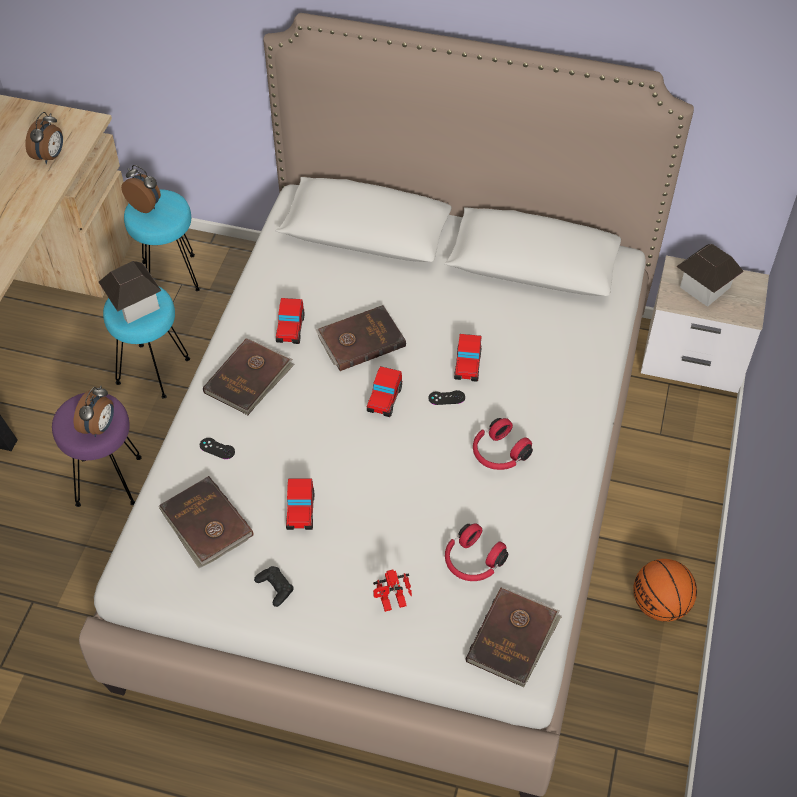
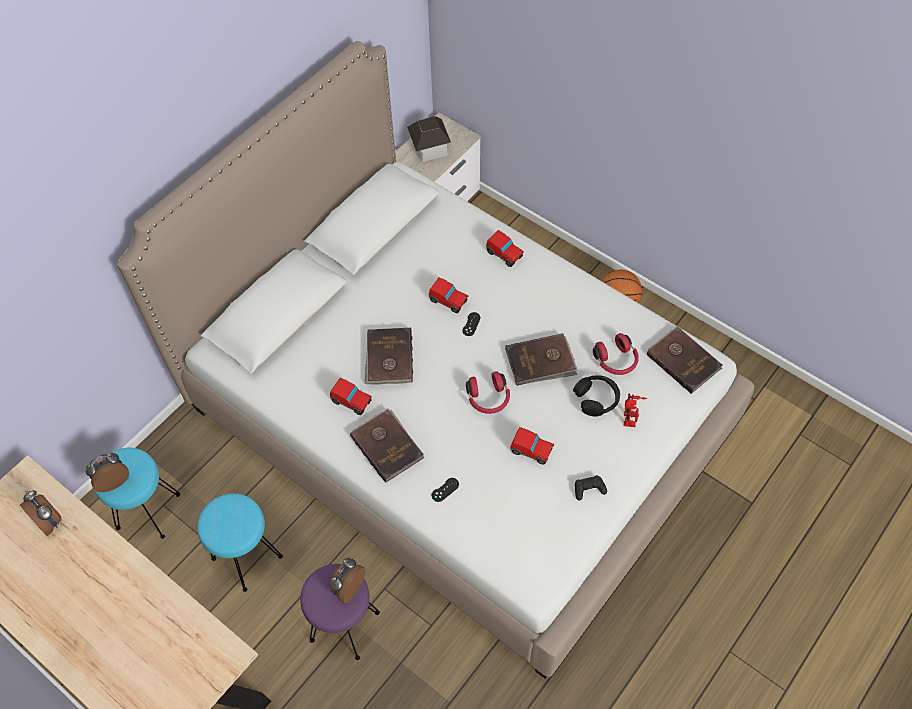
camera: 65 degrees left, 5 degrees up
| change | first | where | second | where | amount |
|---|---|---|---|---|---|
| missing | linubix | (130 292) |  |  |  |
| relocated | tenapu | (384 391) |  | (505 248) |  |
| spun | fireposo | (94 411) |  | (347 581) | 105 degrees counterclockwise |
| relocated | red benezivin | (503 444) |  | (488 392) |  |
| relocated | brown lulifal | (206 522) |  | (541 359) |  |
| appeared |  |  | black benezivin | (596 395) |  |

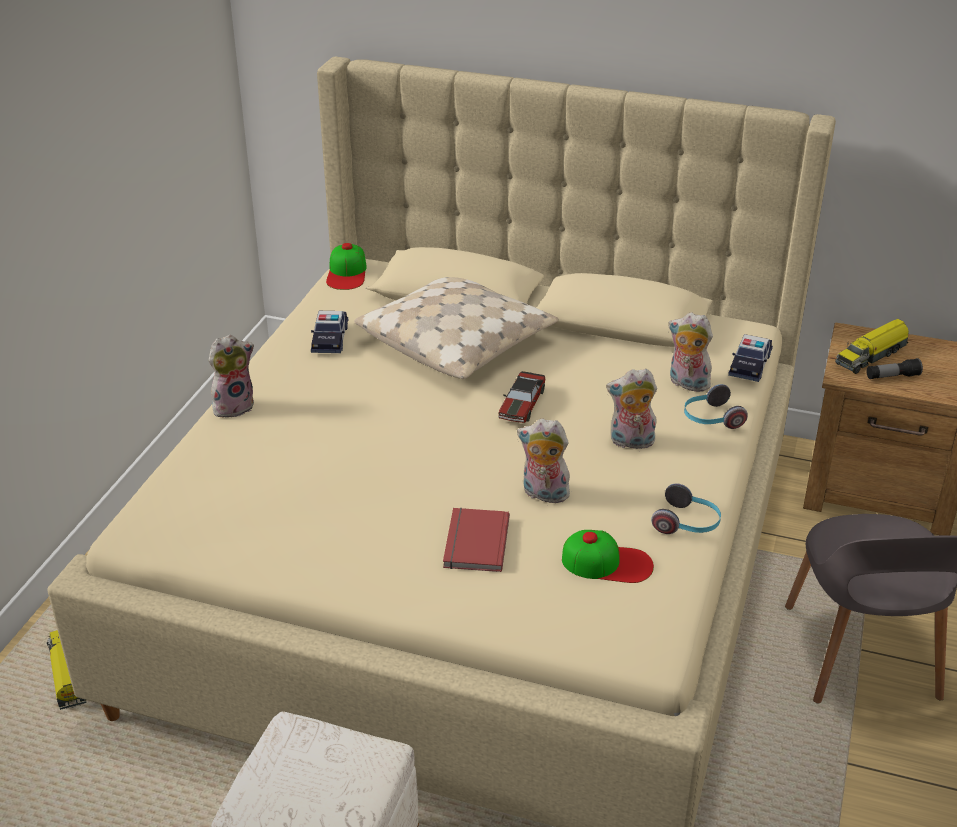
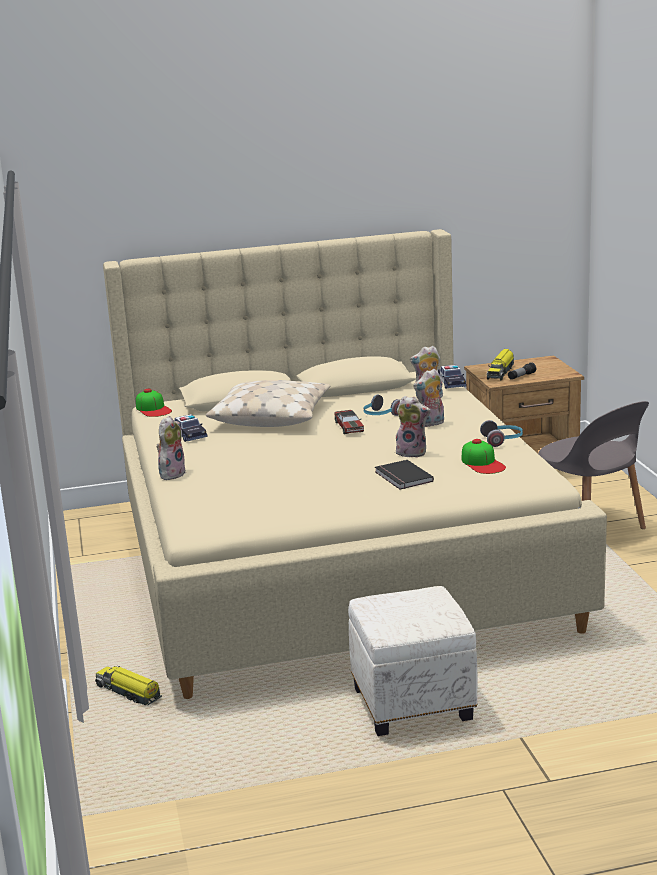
camera: 30 degrees left, 15 degrees down
| change | first | where | second | where | amount |
|---|---|---|---|---|---|
| relocated | benezivin | (716 406) |  | (381 405) |  |
| spun | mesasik | (544 461) |  | (413 427) | 150 degrees counterclockwise |
| colour | red lulifal | (476 540) | black lulifal | (404 474) |  |
| spun | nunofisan | (608 556) |  | (484 456) | 90 degrees clockwise |

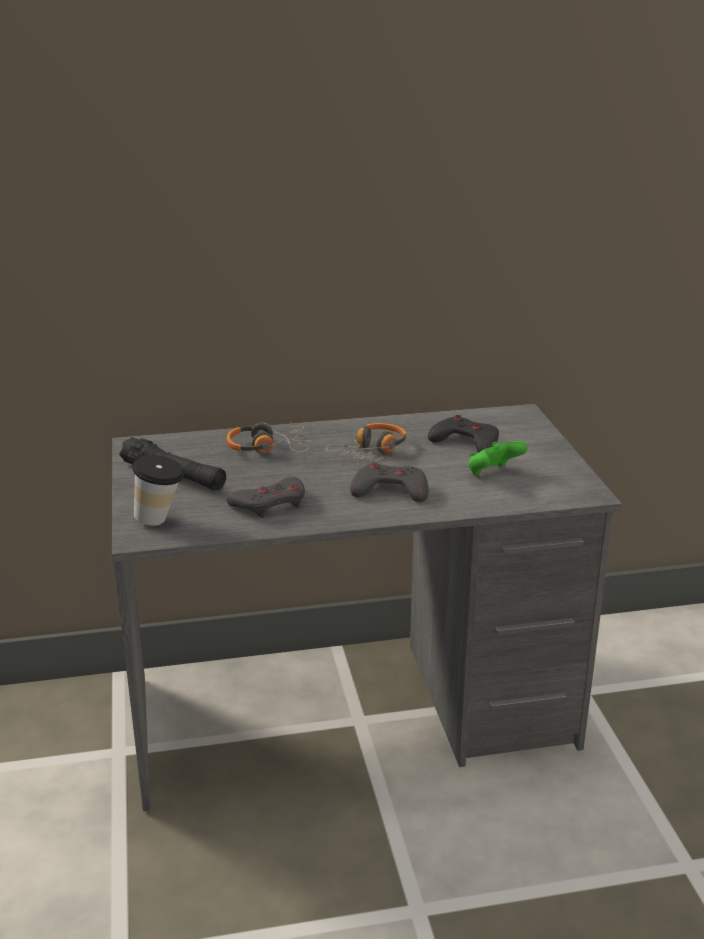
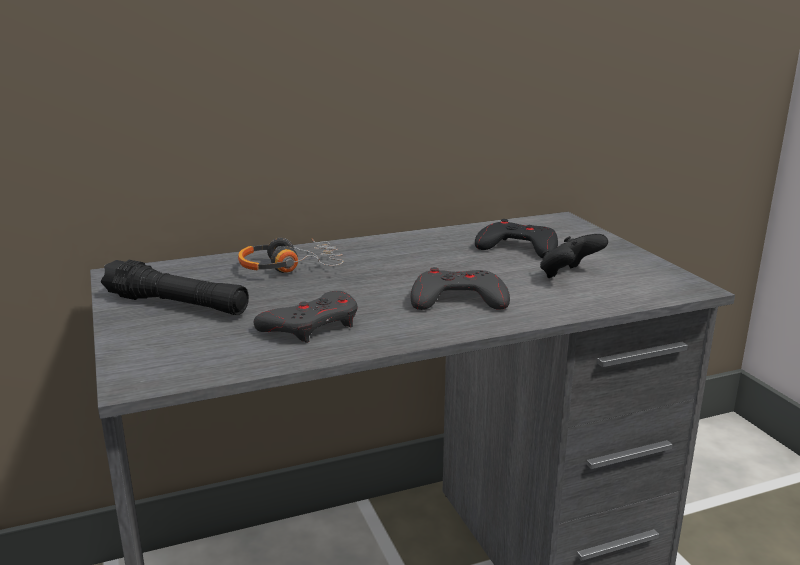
camera: 10 degrees left, 5 degrees down
| change | first | where | second | where | amount |
|---|---|---|---|---|---|
| missing | benezivin | (366 442) |  |  |  |
| colour | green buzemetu | (498 458) | black buzemetu | (574 256) |  |
| missing | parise | (158 490) |  |  |  |

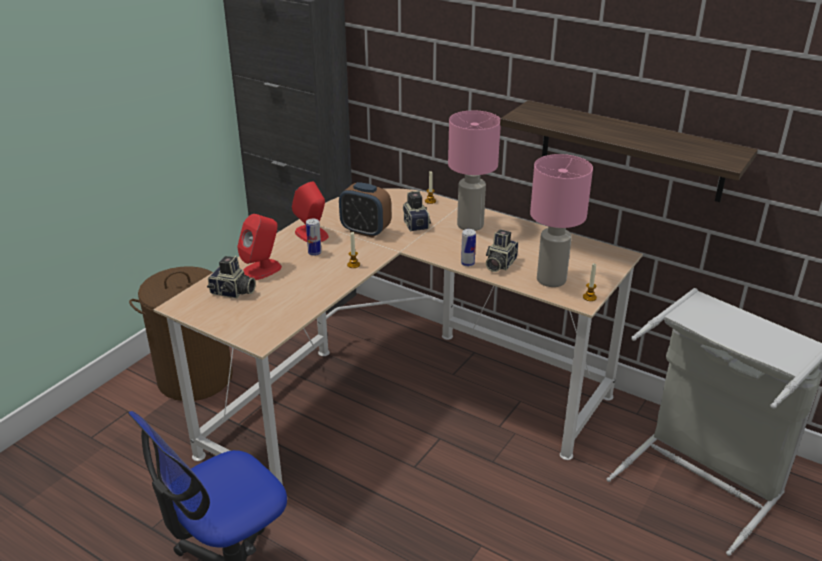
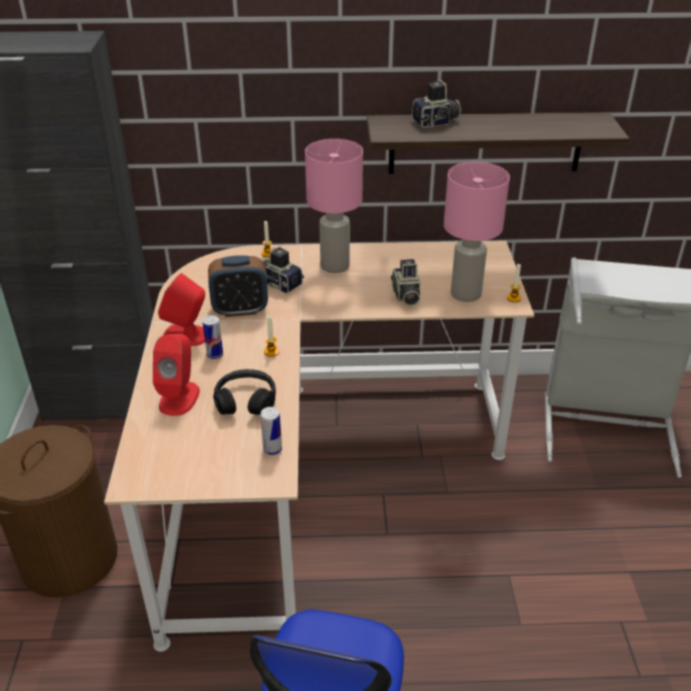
camera: 35 degrees left, 5 degrees up
| change | first | where | second | where | amount |
|---|---|---|---|---|---|
| relocated | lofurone | (468 248) |  | (271 431) |  |
| relocated | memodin | (231 277) |  | (436 104) |  |
| appeared |  |  | black benezivin | (244 392) |  |

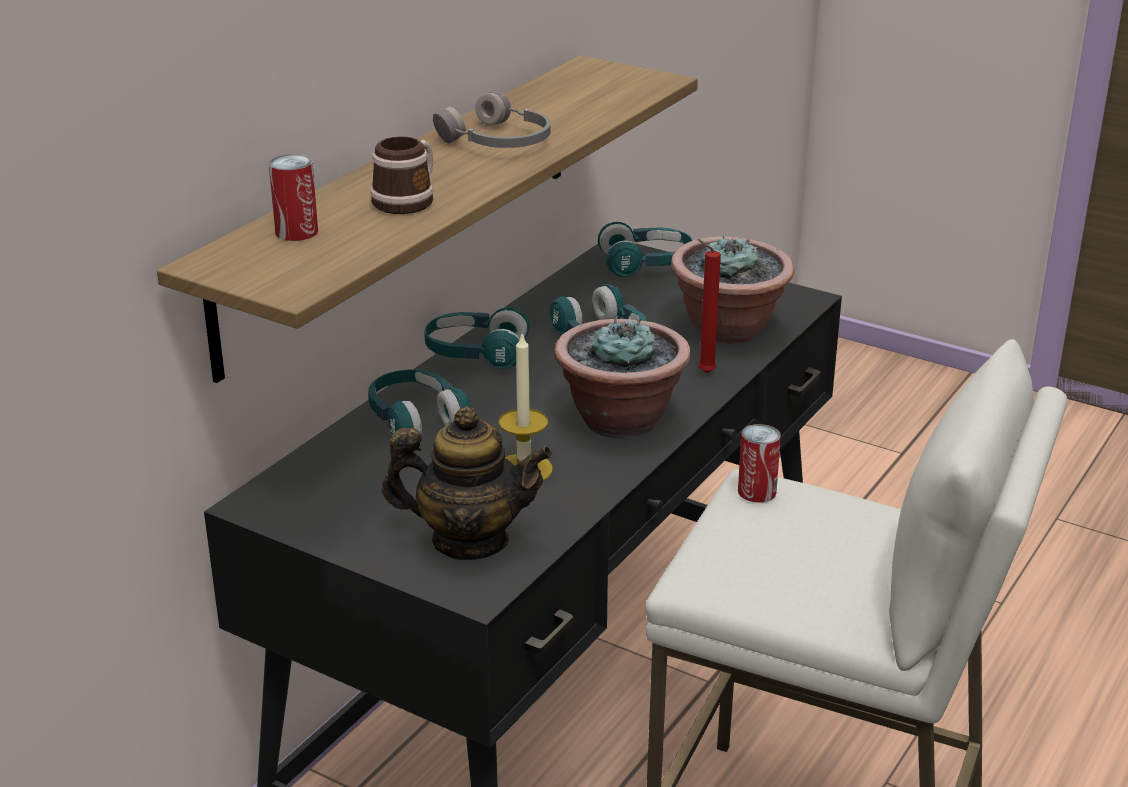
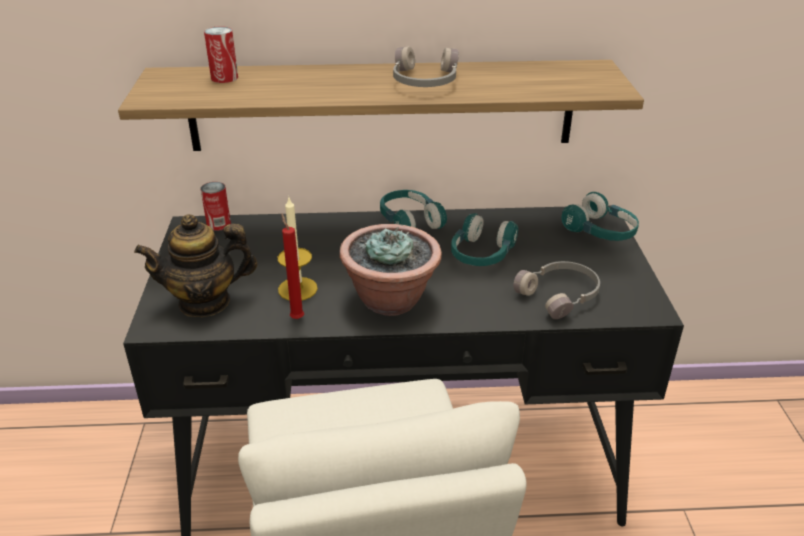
camera: 55 degrees right, 5 degrees up
| change | first | where | second | where | amount |
|---|---|---|---|---|---|
| missing | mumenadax | (402 175) |  |  |  |
| exchanged | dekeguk | (732 290) | grey benezivin | (557 290) |  |
| relocated | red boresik | (709 306) |  | (292 266) |  |
| missing | turquoise benezivin | (419 401) |  |  |  |
| spun | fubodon | (467 483) |  | (195 265) | 105 degrees clockwise |
| relocated | lofurone | (759 463) |  | (215 206) |  |

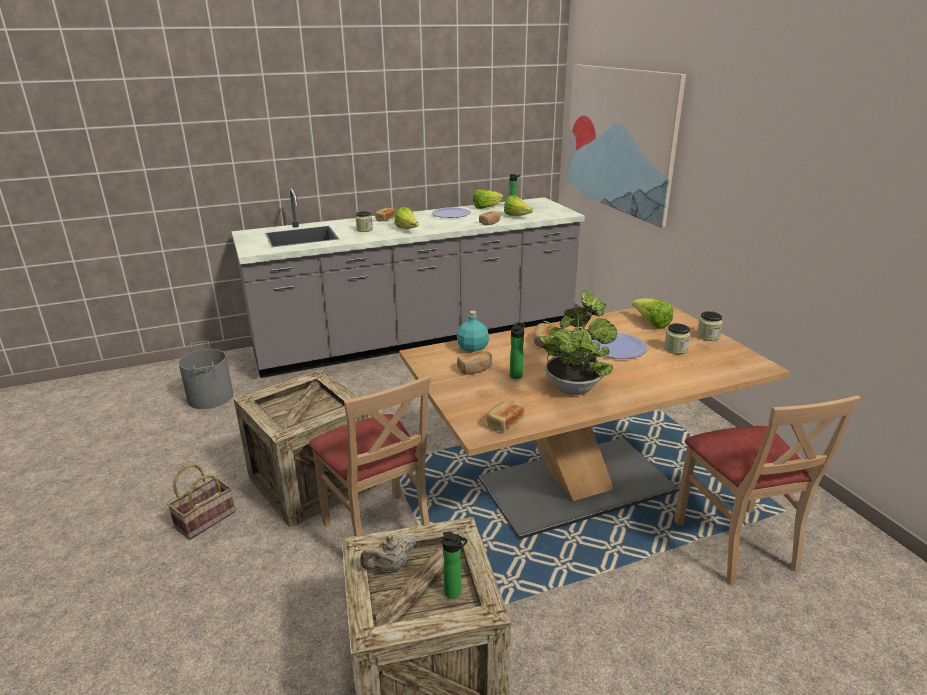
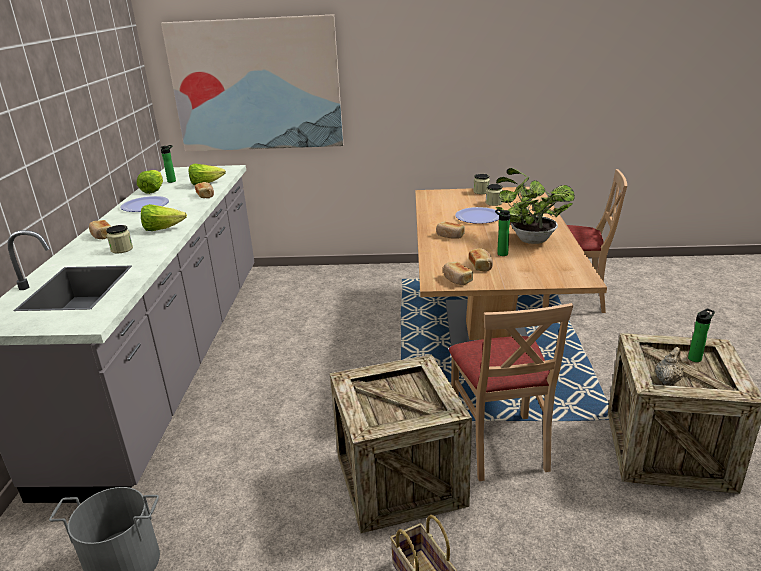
camera: 65 degrees left, 0 degrees up
| change | first | where | second | where | amount |
|---|---|---|---|---|---|
| missing | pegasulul | (652 313) |  |  |  |
| missing | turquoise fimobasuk | (473 332) |  |  |  |
| spun | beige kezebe | (370 455) |  | (511 392) | 90 degrees clockwise |
| relocated | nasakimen | (505 415) |  | (458 273) |  |
| spun | beige fubodon | (388 553) |  | (669 366) | 135 degrees counterclockwise |

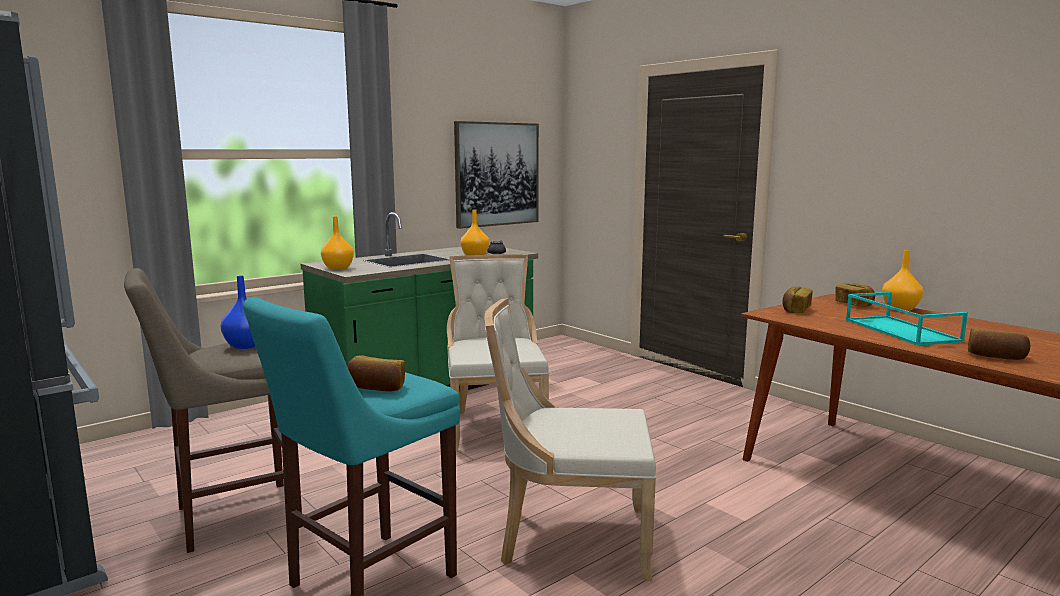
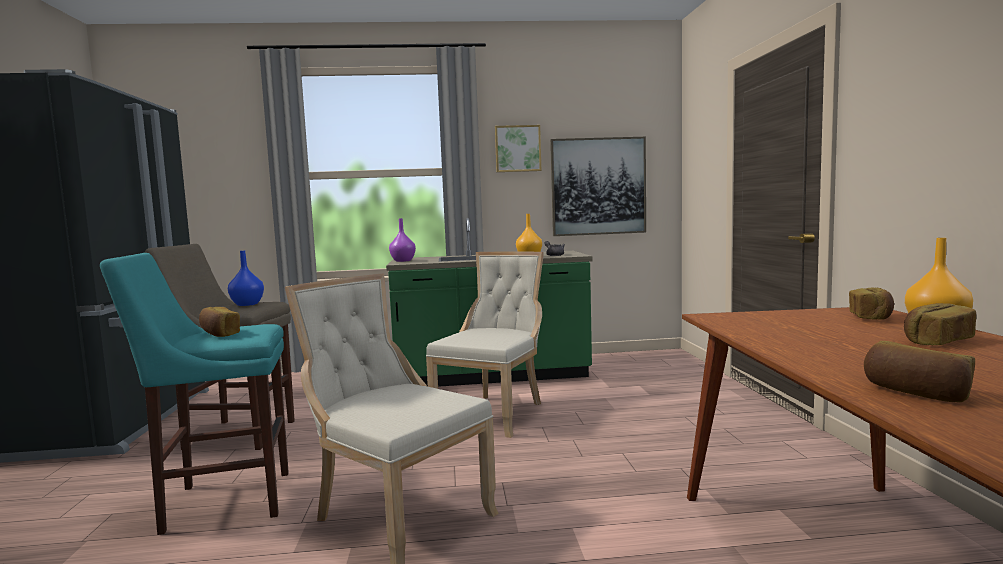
camera: 35 degrees right, 5 degrees down
| change | first | where | second | where | amount |
|---|---|---|---|---|---|
| colour | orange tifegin | (337 243) | purple tifegin | (402 240) |  |
| relocated | nasakimen | (797 300) |  | (940 324) |  |
| missing | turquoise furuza | (907 319) |  |  |  |
| appeared |  |  | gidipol | (518 148) |  |

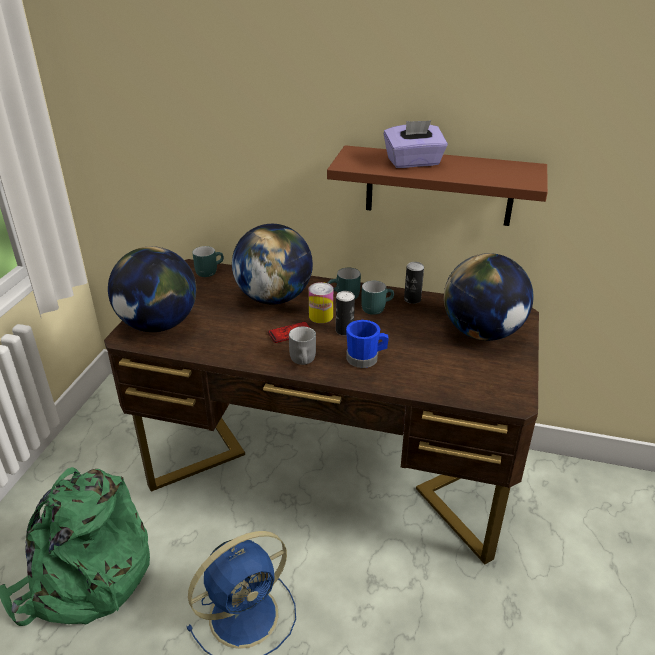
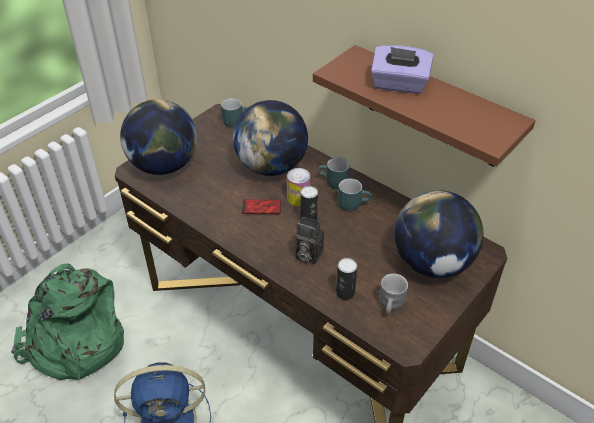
camera: 25 degrees right, 10 degrees up
| change | first | where | second | where | amount |
|---|---|---|---|---|---|
| relocated | lofurone | (414 283) |  | (346 279) |  |
| exchanged | blue mumenadax | (367 344) | memodin | (309 240) |  |
| relocated | grey mumenadax | (302 346) |  | (393 293) |  |

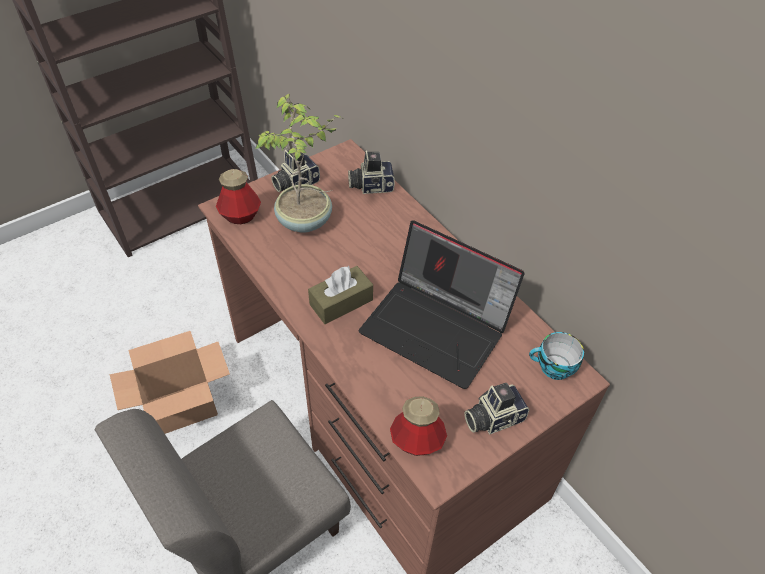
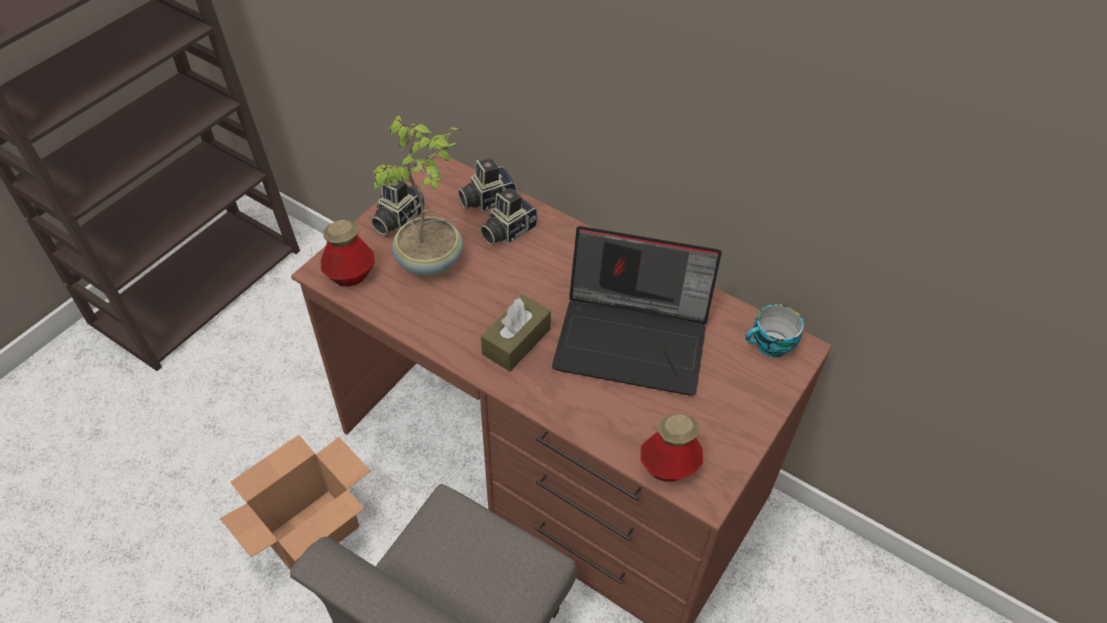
camera: 20 degrees left, 0 degrees up
| change | first | where | second | where | amount |
|---|---|---|---|---|---|
| relocated | memodin | (497 409) |  | (509 216) |  |

